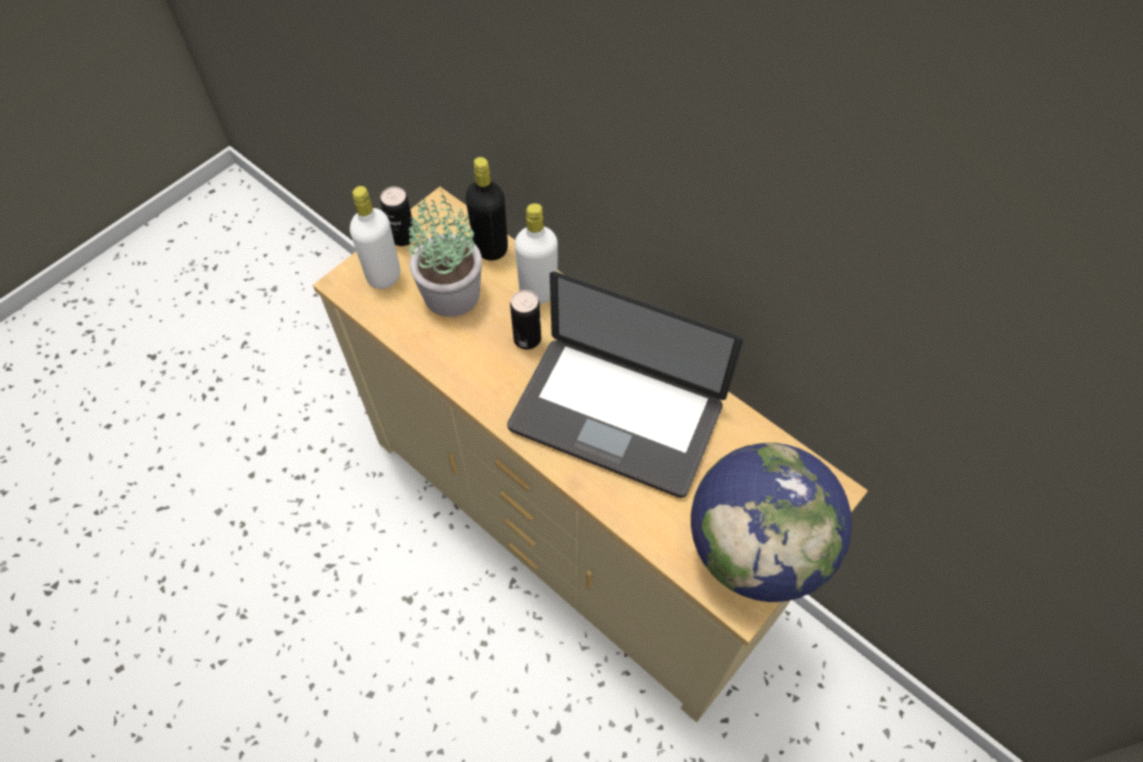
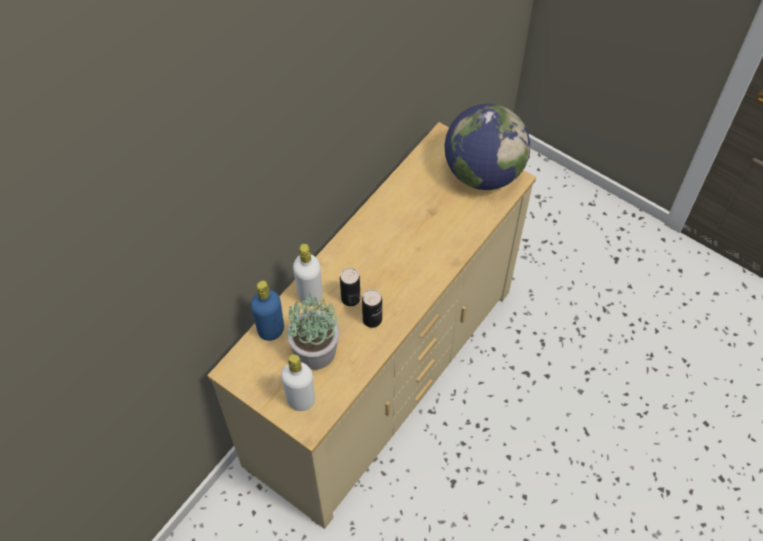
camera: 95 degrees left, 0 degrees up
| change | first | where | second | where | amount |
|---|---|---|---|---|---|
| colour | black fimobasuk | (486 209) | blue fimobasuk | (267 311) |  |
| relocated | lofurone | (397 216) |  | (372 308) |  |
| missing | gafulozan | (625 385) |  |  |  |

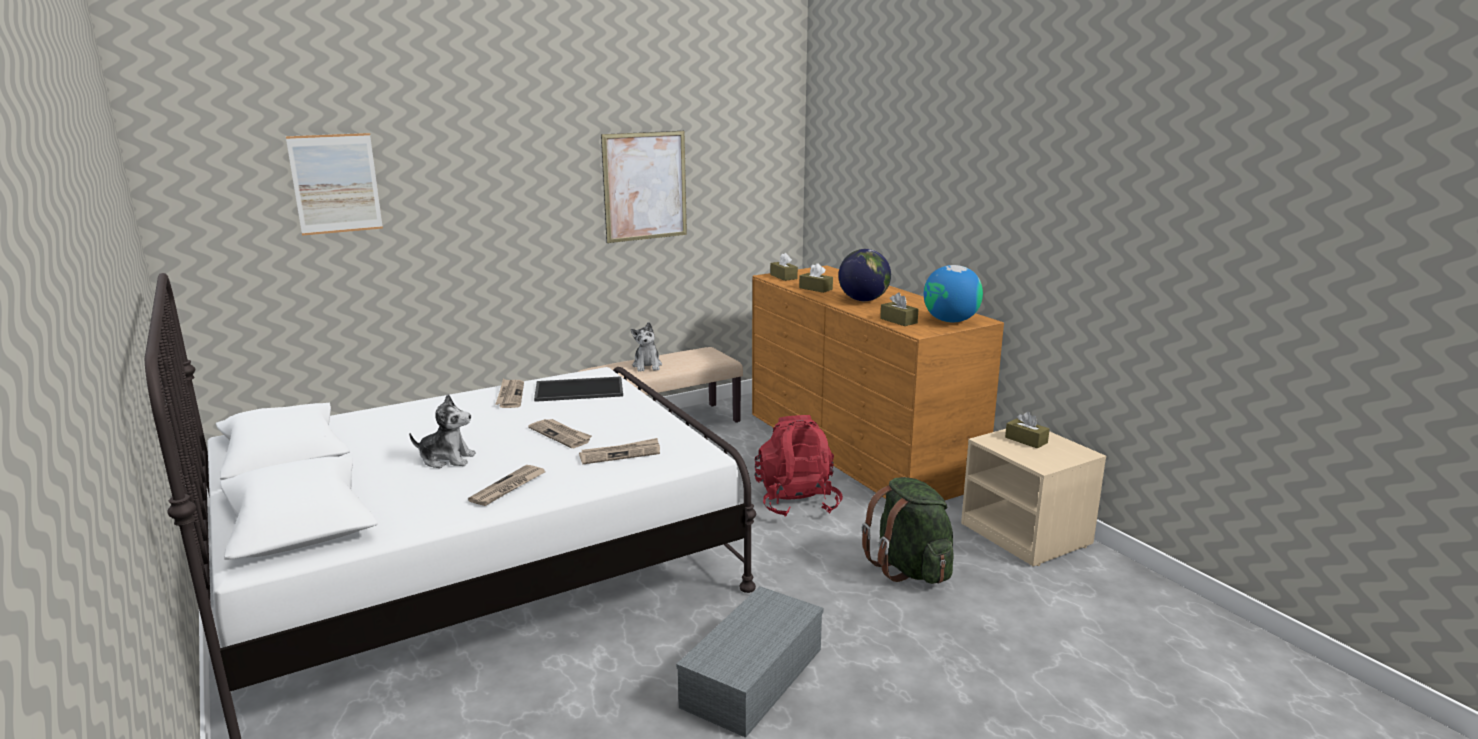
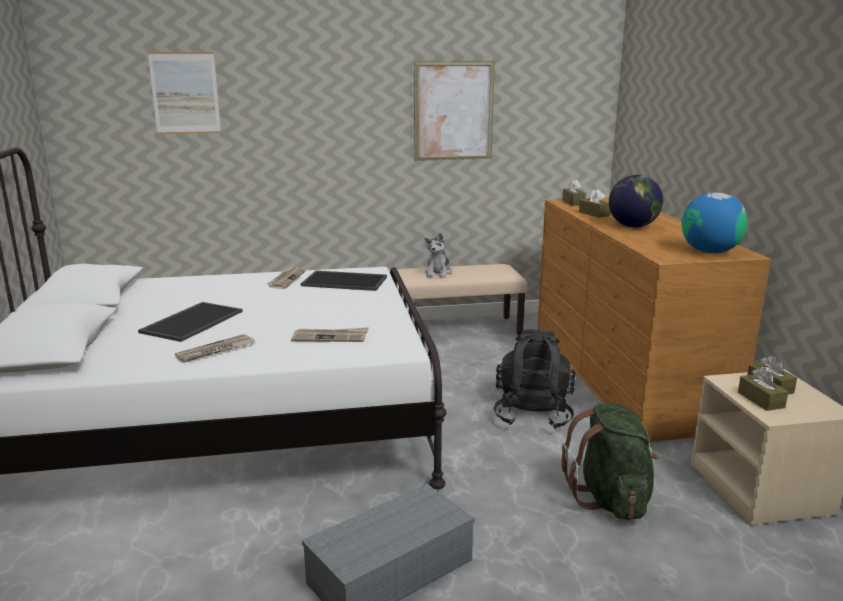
camera: 20 degrees right, 0 degrees up
| change | first | where | second | where | amount |
|---|---|---|---|---|---|
| relocated | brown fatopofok | (899 309) |  | (763 389) |  |
| exchanged | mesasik | (442 431) | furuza | (190 322) |  |
| colour | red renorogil | (799 466) | black renorogil | (534 379) |  |
| missing | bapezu | (560 433) |  |  |  |

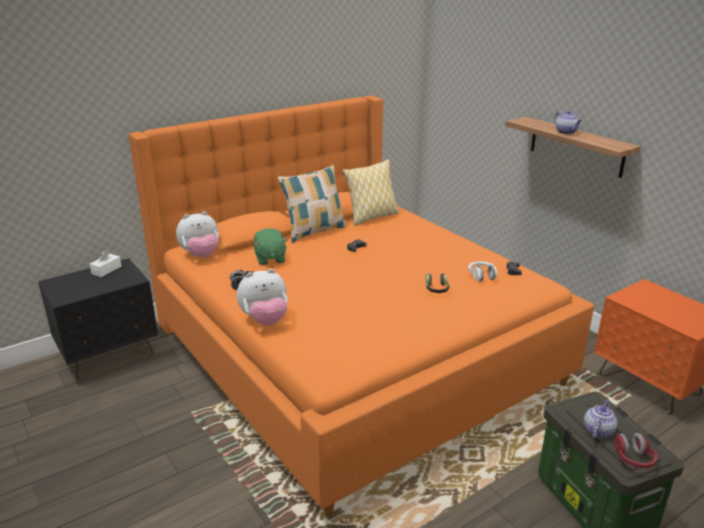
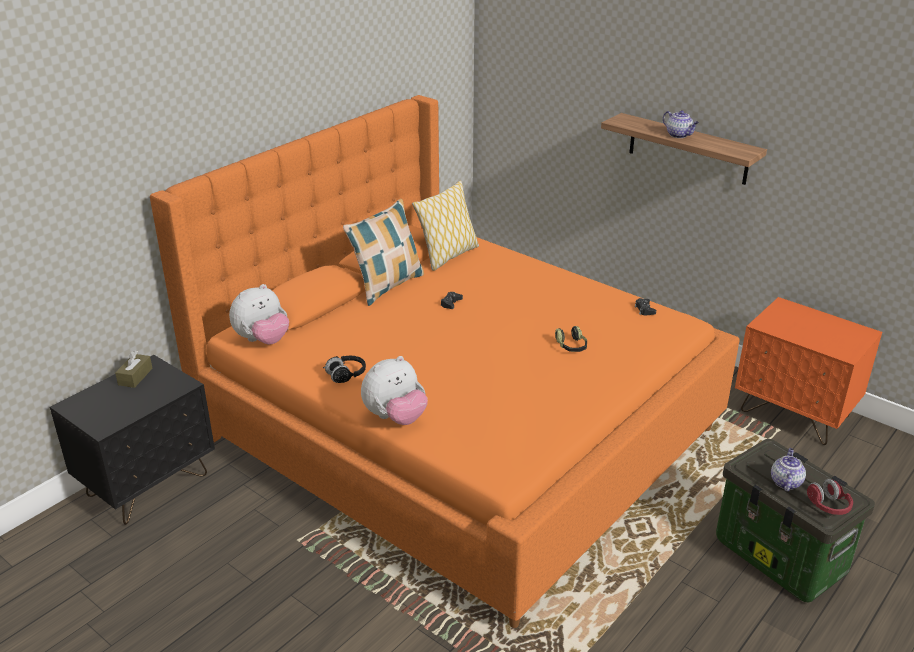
camera: 15 degrees left, 5 degrees up
| change | first | where | second | where | amount |
|---|---|---|---|---|---|
| missing | green mesasik | (270 246) |  |  |  |
| colour | white fatopofok | (106 263) | brown fatopofok | (134 369) |  |
| missing | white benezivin | (482 271) |  |  |  |

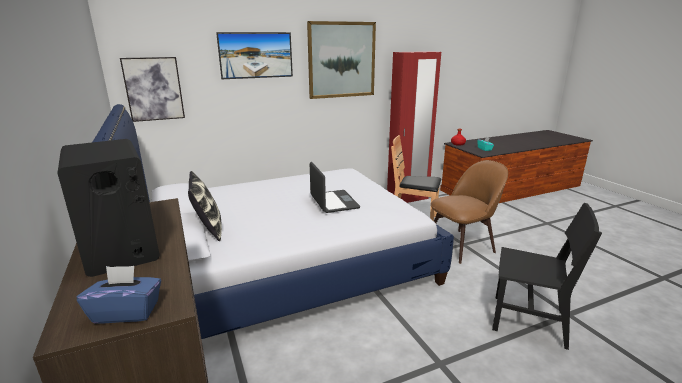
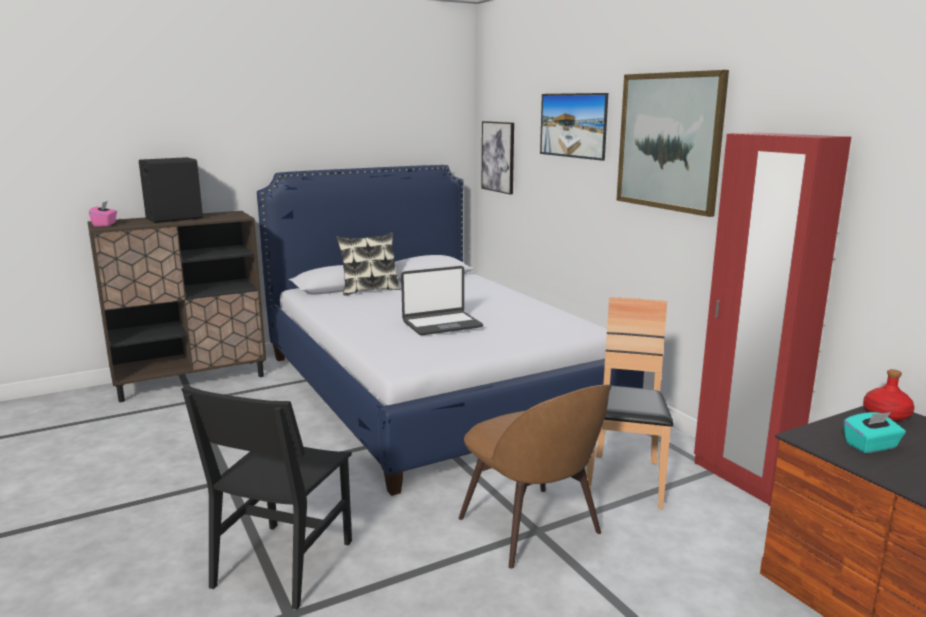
camera: 85 degrees right, 5 degrees down
| change | first | where | second | where | amount |
|---|---|---|---|---|---|
| colour | blue fatopofok | (118 295) | pink fatopofok | (103 214) |  |

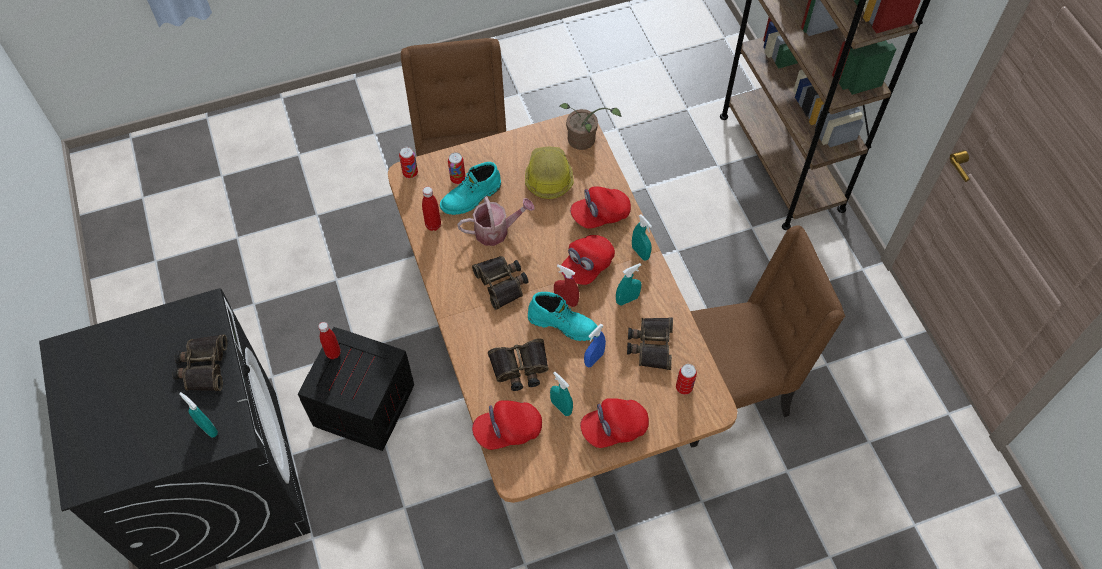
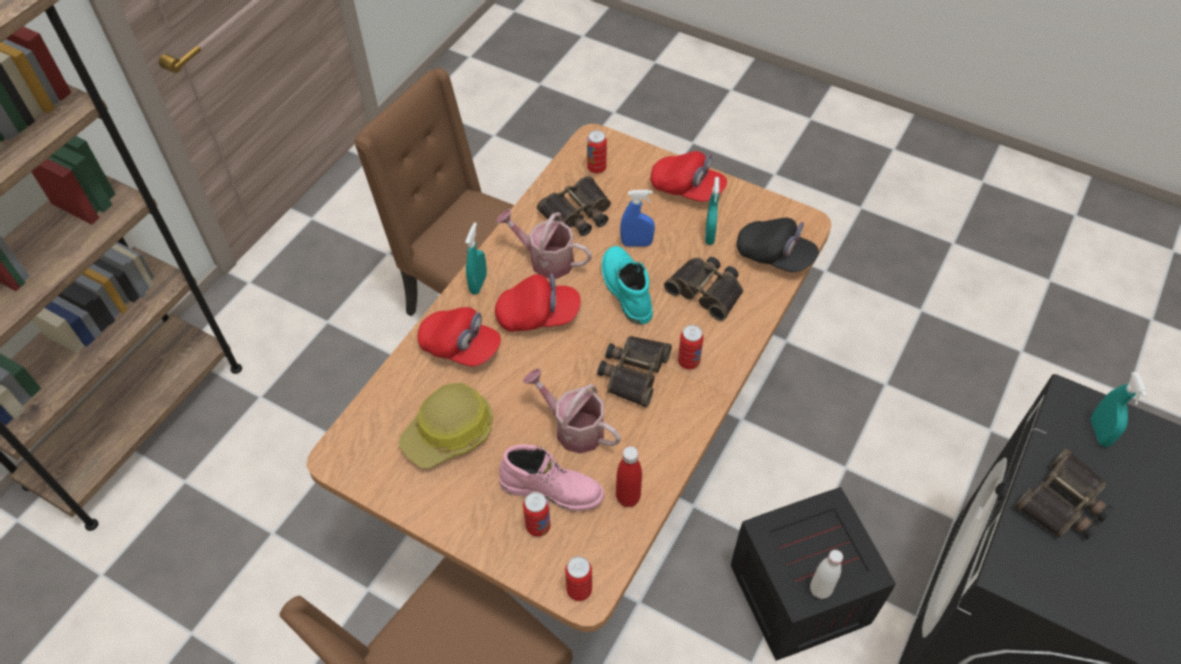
camera: 130 degrees left, 5 degrees down
| change | first | where | second | where | amount |
|---|---|---|---|---|---|
| missing | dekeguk | (591 126) |  |  |  |
| colour | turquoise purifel | (470 188) | pink purifel | (551 477) |  |
| exchanged | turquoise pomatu | (628 284) | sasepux | (544 244) |  |
| missing | red pomatu | (566 285) |  |  |  |
| colour | red fimobasuk | (329 340) | white fimobasuk | (826 574) |  |
| colour | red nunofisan | (507 425) | black nunofisan | (778 245) |  |
| appeared |  |  | lofurone | (691 347) |  |

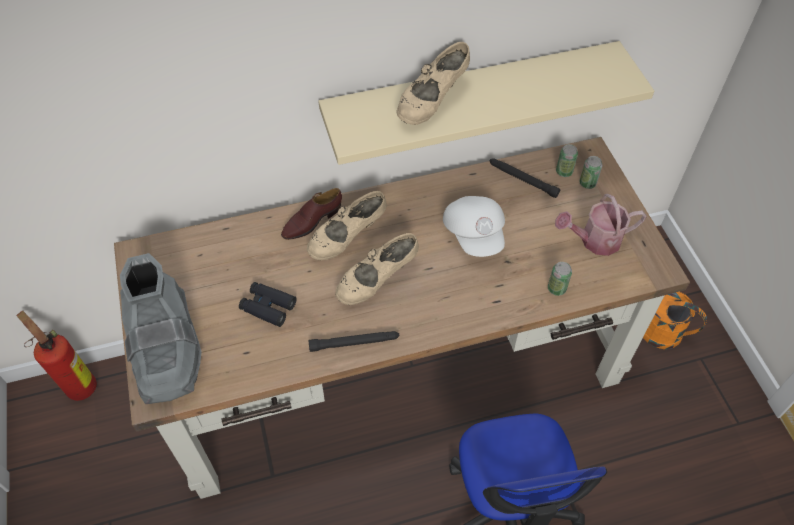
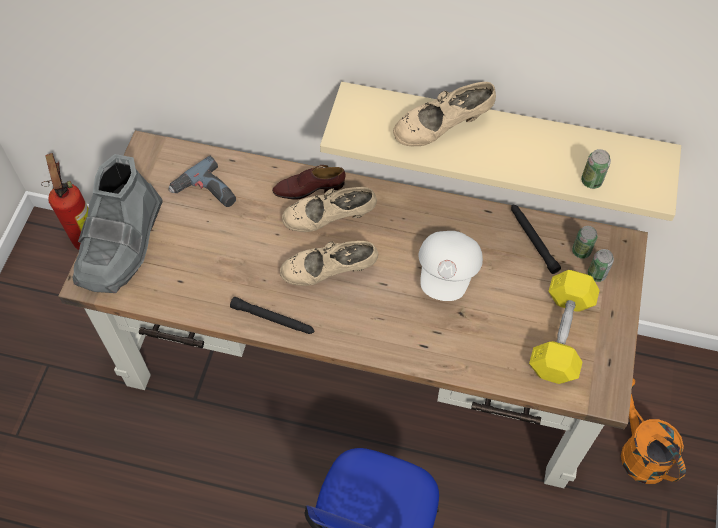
camera: 30 degrees right, 5 degrees up
| change | first | where | second | where | amount |
|---|---|---|---|---|---|
| exchanged | sasepux | (601 225) | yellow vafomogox | (564 327) |  |
| relocated | lofurone | (560 279) |  | (596 169) |  |
| missing | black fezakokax | (267 304) |  |  |  |
| appeared |  |  | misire | (202 181) |  |

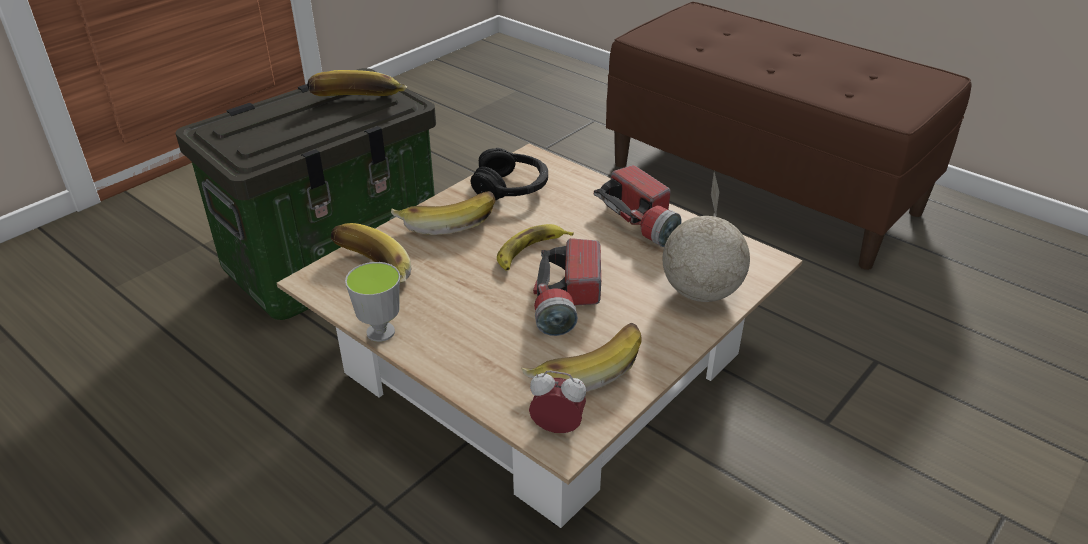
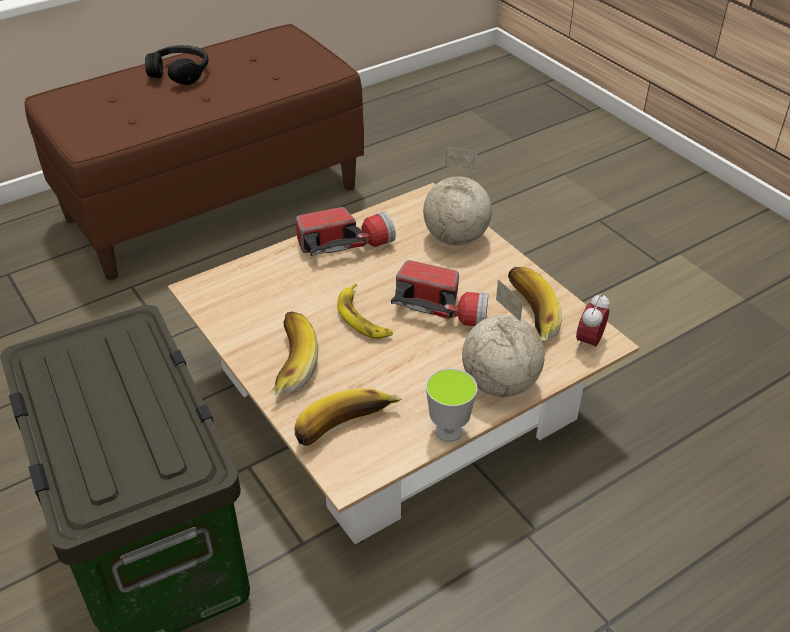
camera: 75 degrees left, 5 degrees up
| change | first | where | second | where | amount |
|---|---|---|---|---|---|
| missing | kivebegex | (357 83) |  |  |  |
| relocated | black benezivin | (509 174) |  | (176 65) |  |
| appeared |  |  | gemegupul | (503 338) |  |

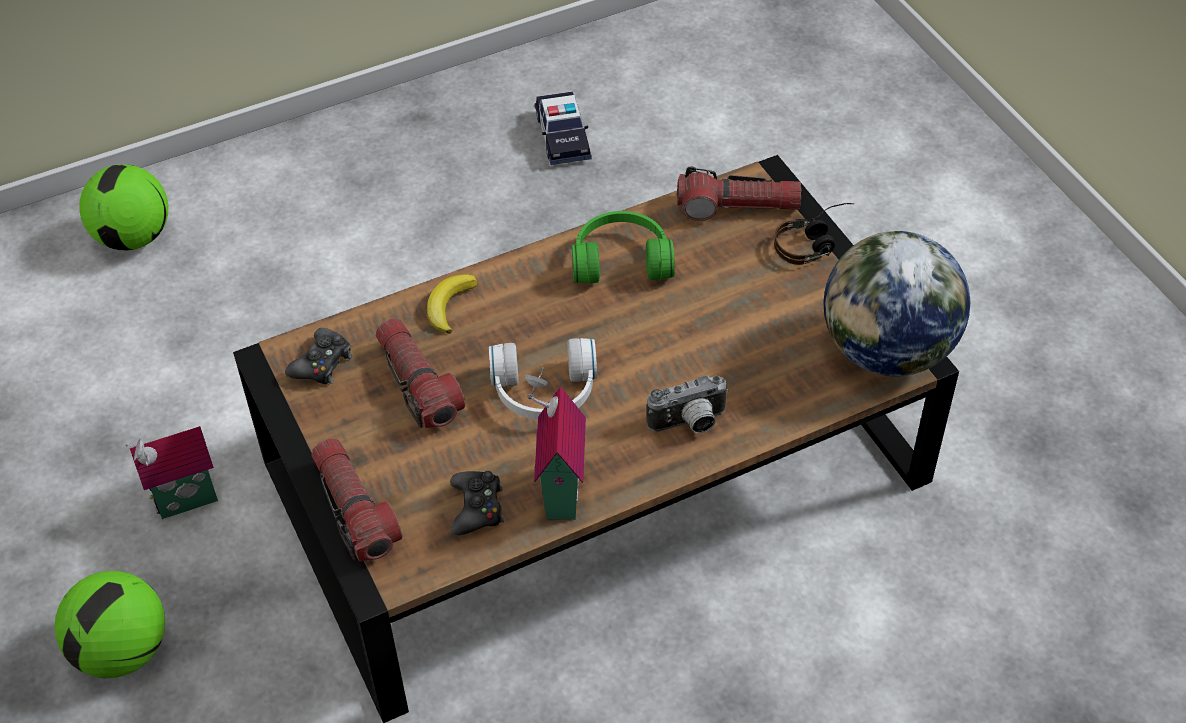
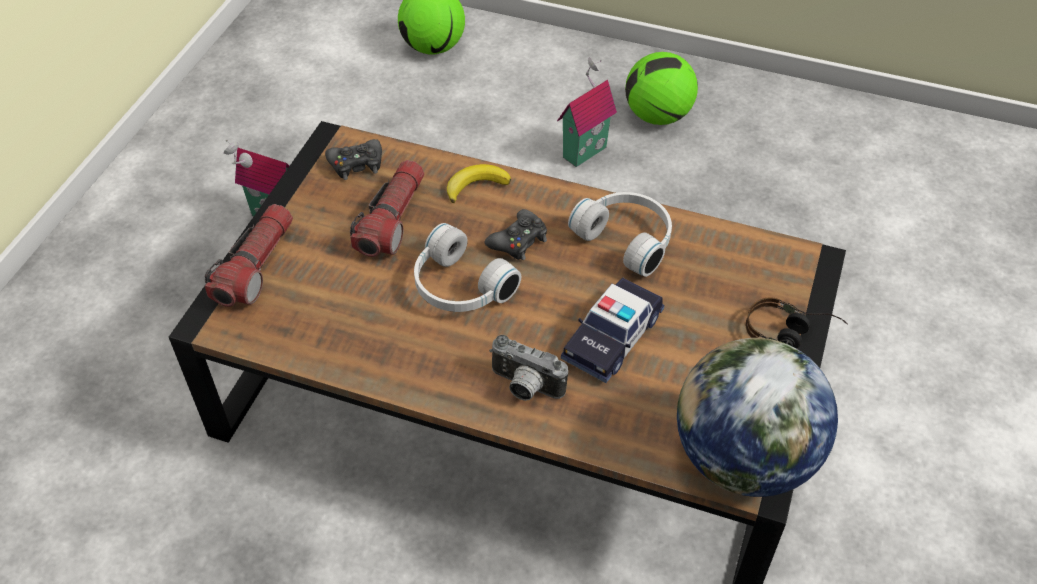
camera: 45 degrees right, 0 degrees up
| change | first | where | second | where | amount |
|---|---|---|---|---|---|
| relocated | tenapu | (563 128) |  | (613 330) |  |
| missing | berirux | (739 193) |  |  |  |
| colour | green benezivin | (623 247) | white benezivin | (620 234) |  |
| relocated | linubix | (555 443) |  | (587 112) |  |
| relocated | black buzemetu | (477 503) |  | (516 234) |  |
| relocated | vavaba | (110 624) |  | (661 88) |  |

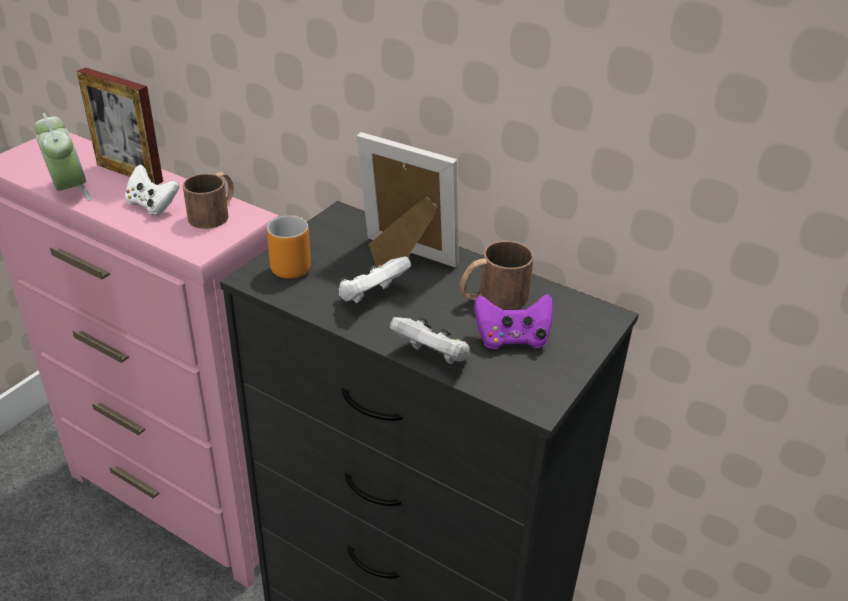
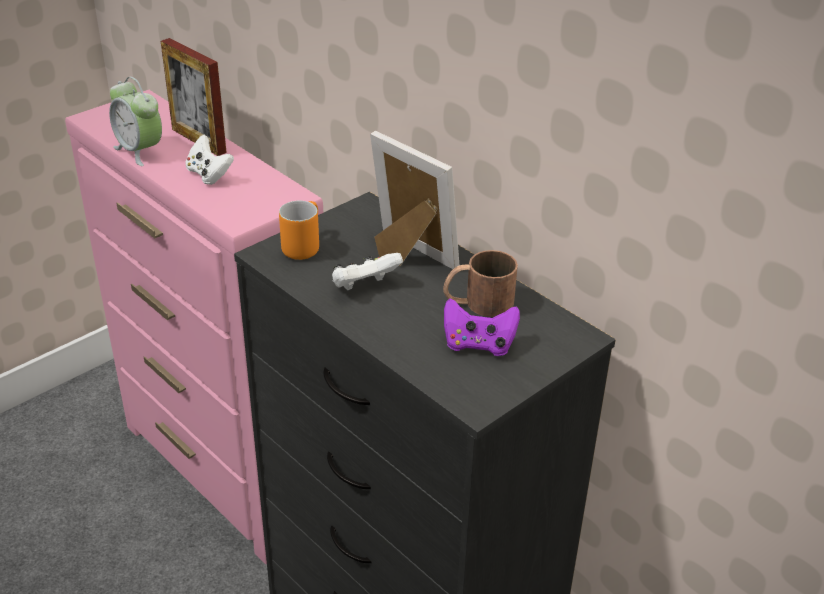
camera: 15 degrees right, 0 degrees up
| change | first | where | second | where | amount |
|---|---|---|---|---|---|
| spun | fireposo | (63 157) |  | (135 121) | 150 degrees clockwise |
| missing | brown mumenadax | (208 200) |  |  |  |
| missing | white buzemetu | (430 340) |  |  |  |

